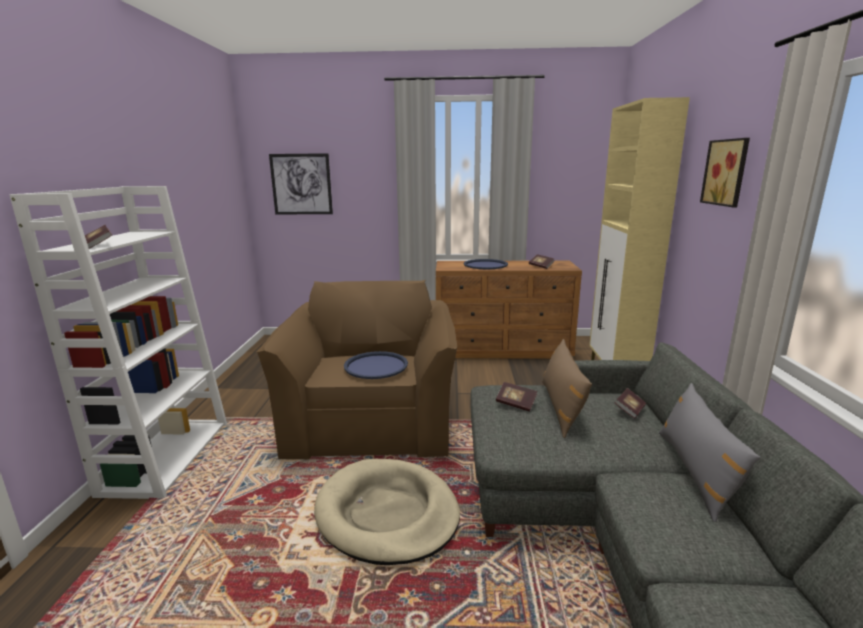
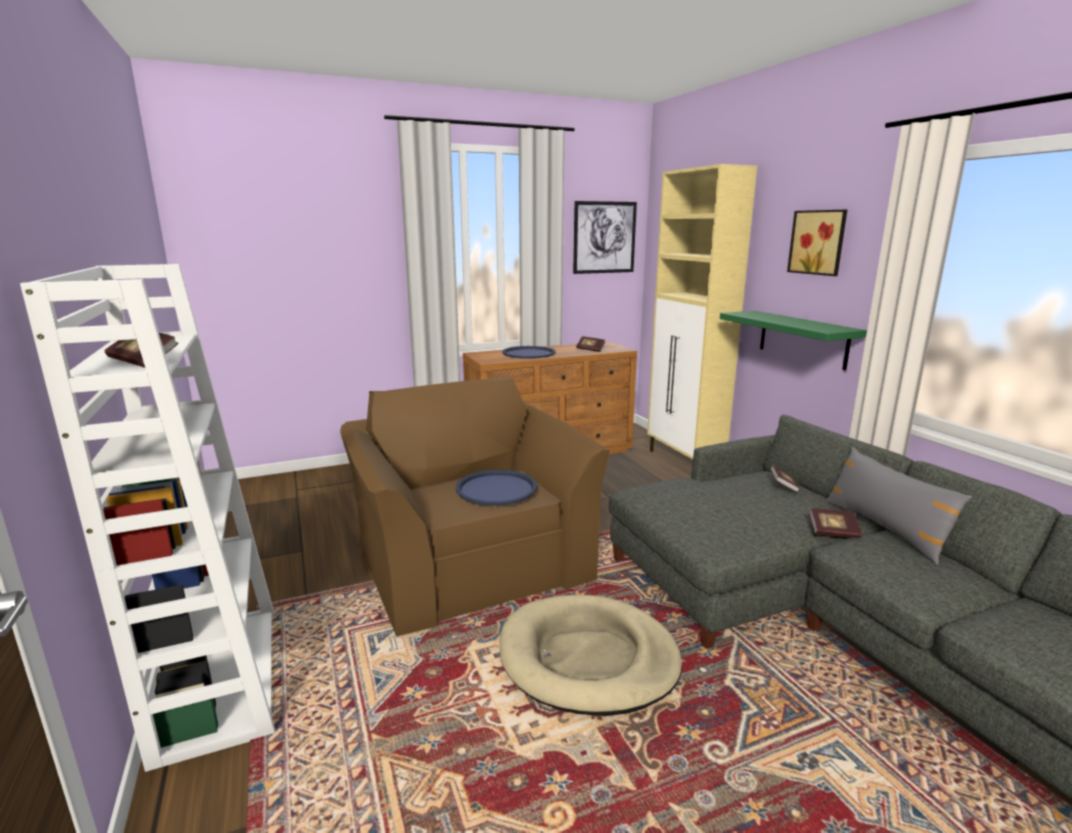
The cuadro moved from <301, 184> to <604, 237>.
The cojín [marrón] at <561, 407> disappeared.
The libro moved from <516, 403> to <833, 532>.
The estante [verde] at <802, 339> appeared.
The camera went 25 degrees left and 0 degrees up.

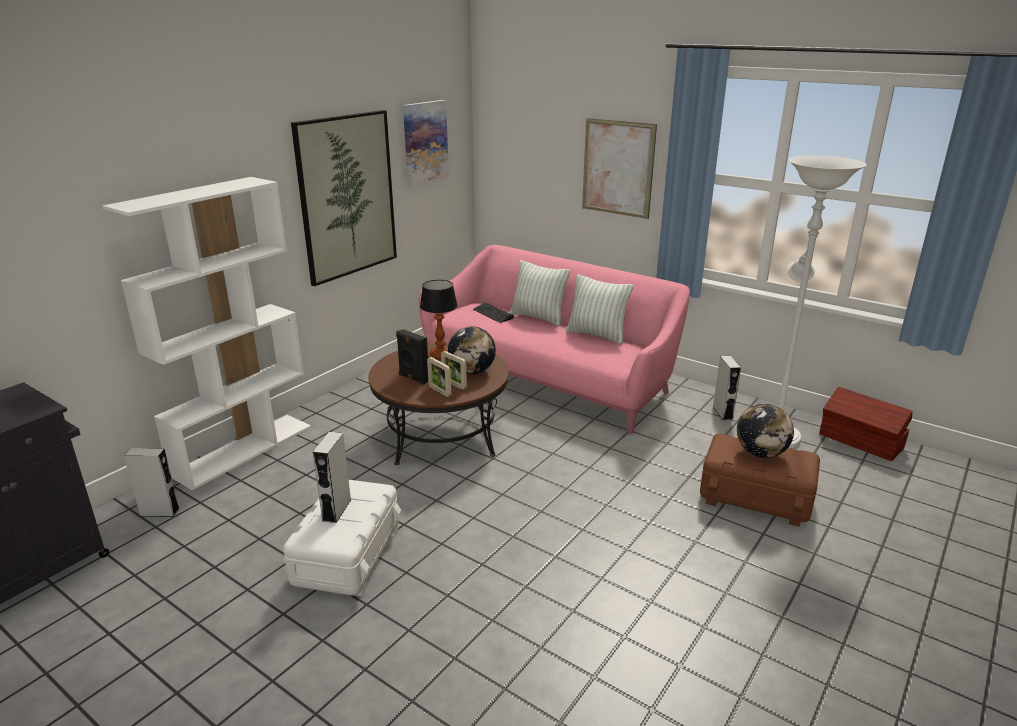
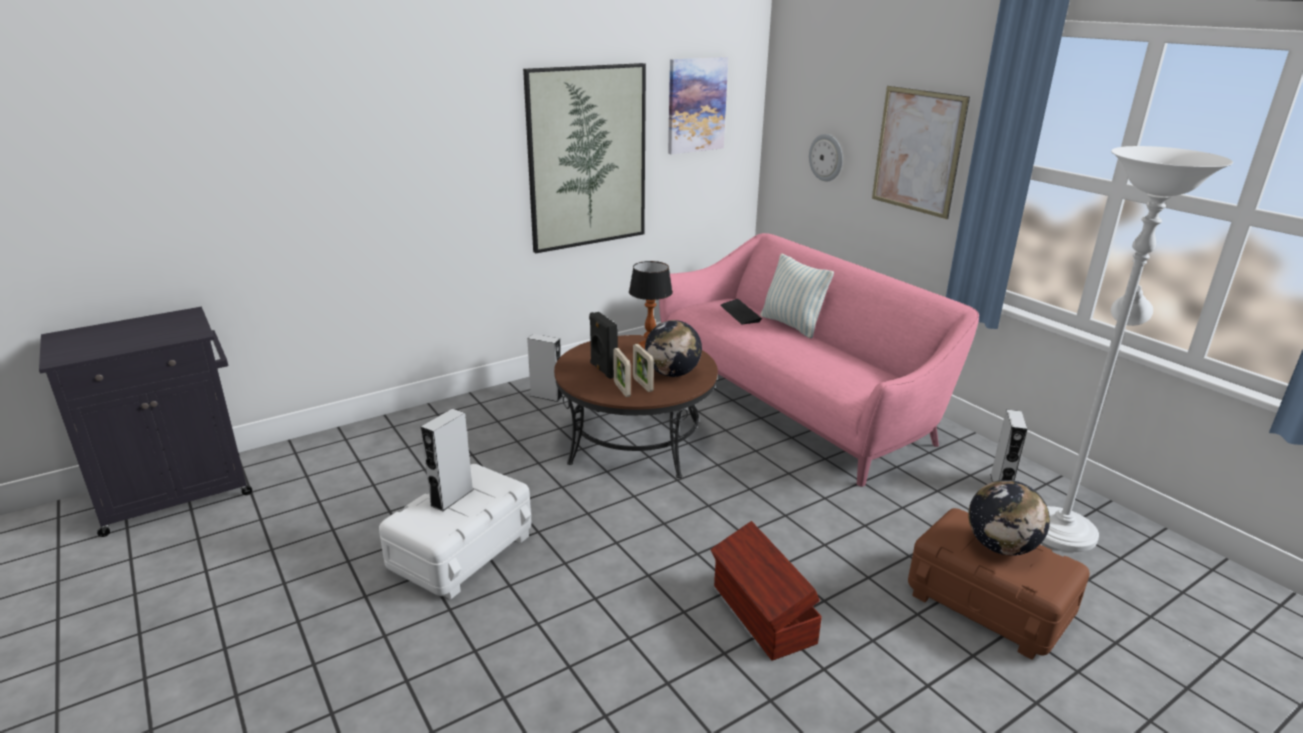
The estantería [blanco] at <243, 449> disappeared.
The cojín at <597, 335> disappeared.
The caja de almacenaje [marrón] moved from <861, 442> to <762, 615>.
The altavoz [gris] moved from <159, 512> to <546, 396>.
The reloj de pared at <826, 157> appeared.
The camera went 20 degrees right and 0 degrees up.

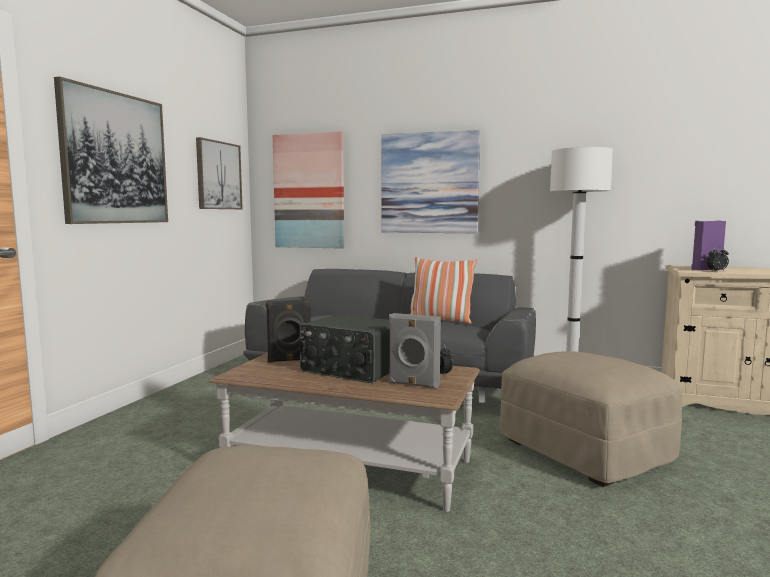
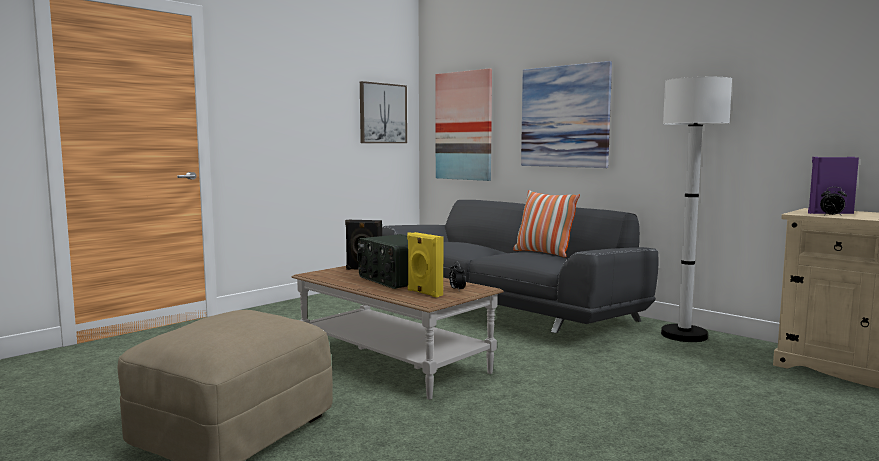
The cuadro at <115, 158> disappeared.
The altavoz [gris] at <413, 384> became the altavoz [amarillo] at <424, 293>.
The puf [beis] at <585, 451> disappeared.
The camera went 25 degrees right and 0 degrees up.

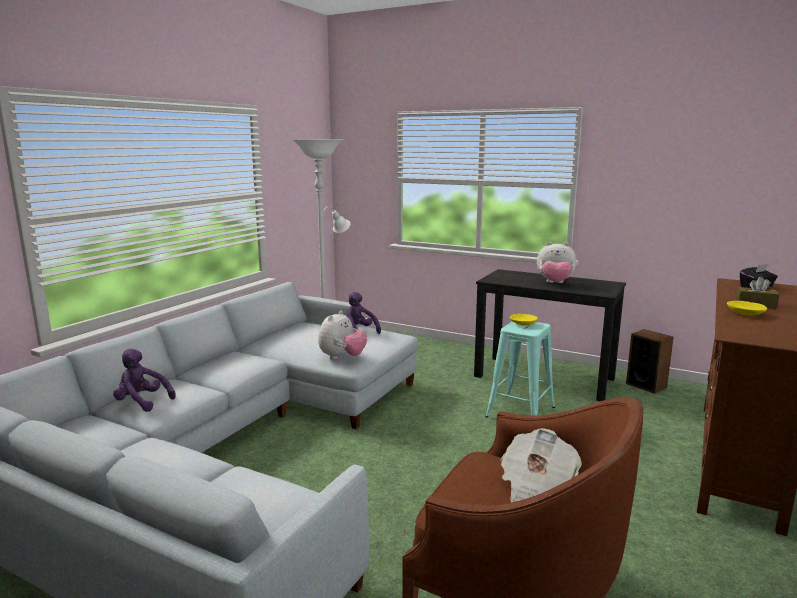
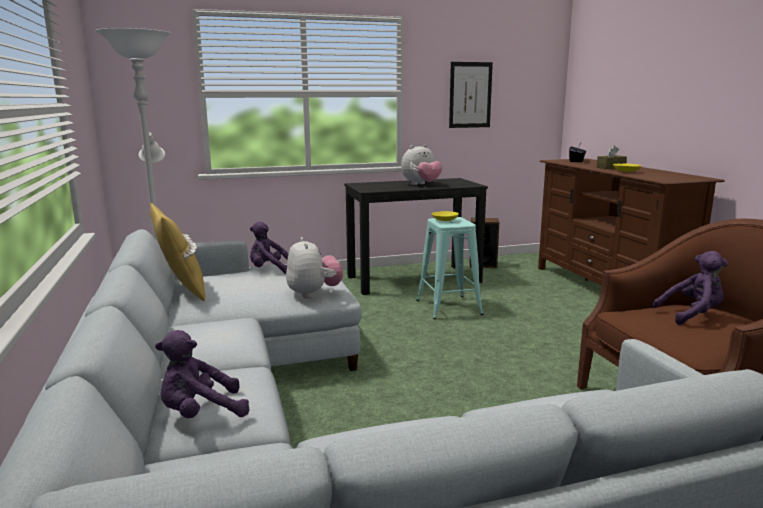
The periódico at <536, 489> was replaced by the peluche [morado] at <692, 315>.
The cuadro at <470, 95> appeared.
The cojín [amarillo] at <181, 290> appeared.
The camera went 45 degrees left and 0 degrees up.

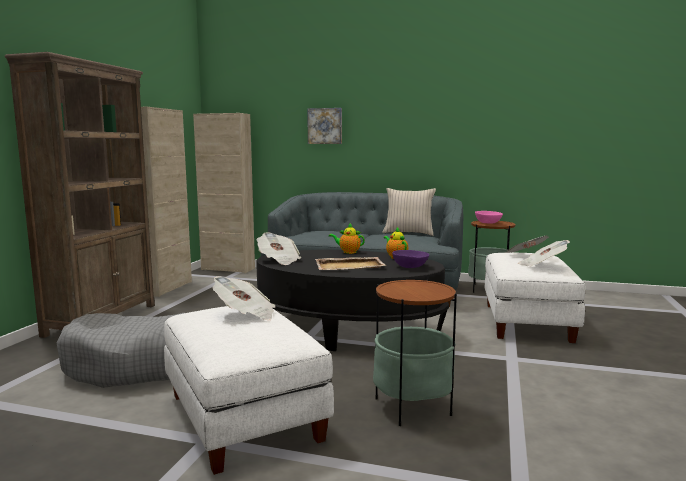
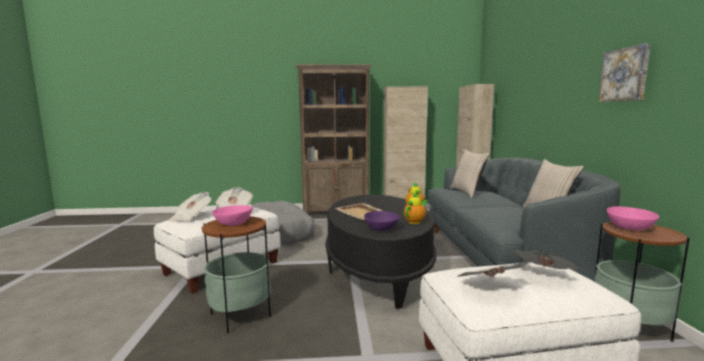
The cuadro moved from <325, 126> to <625, 74>.
The periódico moved from <279, 260> to <191, 217>.
The cojín [beis] at <467, 192> appeared.
The cuenco [rosa] at <233, 223> appeared.
The camera went 70 degrees right and 0 degrees up.

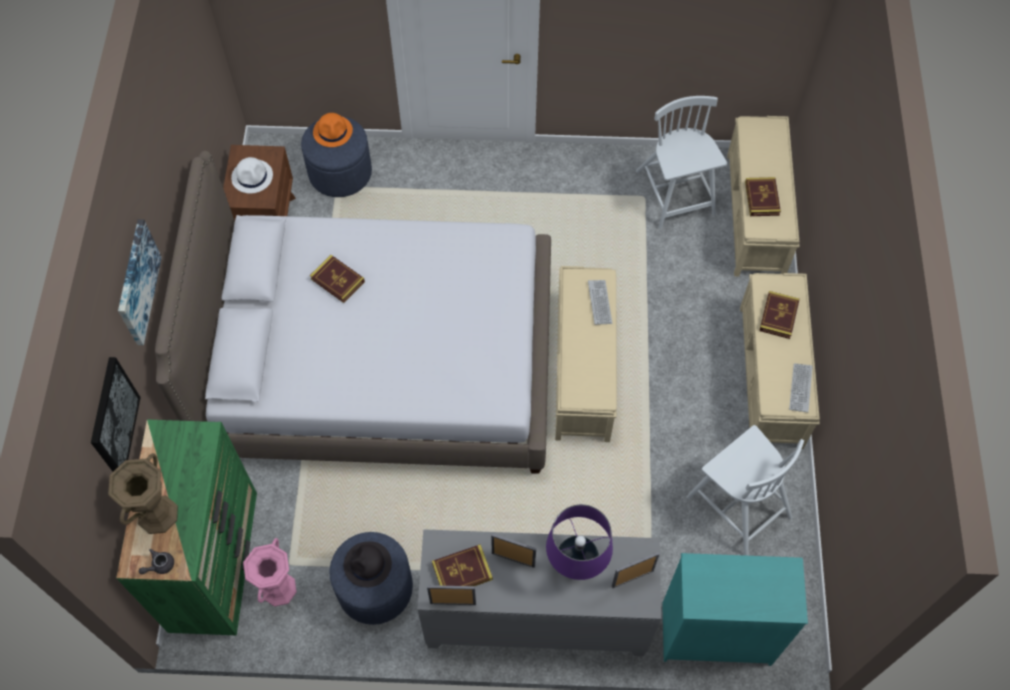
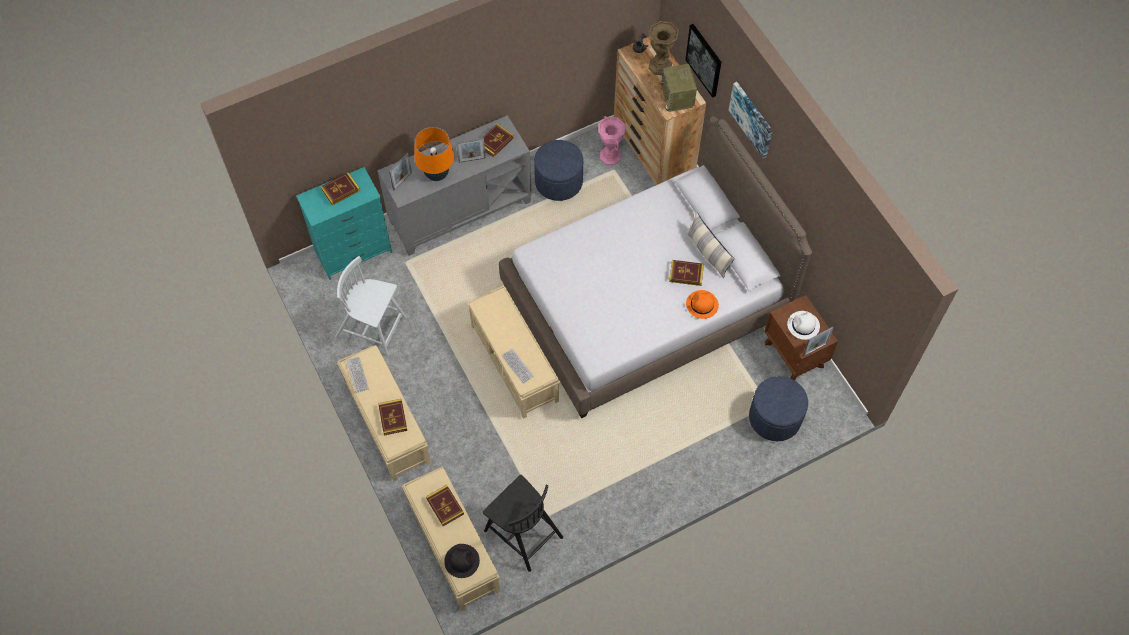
The silla [blanco] at <675, 194> became the silla [negro] at <522, 532>.
The sombrero [naranja] moved from <333, 131> to <701, 305>.
The cómoda [verde] at <216, 563> became the cómoda [marrón] at <653, 151>.
The lámpara de mesa [morado] at <576, 563> became the lámpara de mesa [naranja] at <437, 174>.
The sombrero [negro] moved from <367, 565> to <461, 561>.
The portarretratos moved from <453, 603> to <815, 349>.
The radio at <677, 97> appeared.
The libro at <340, 190> appeared.
The cojín at <708, 252> appeared.
The camera went 150 degrees right and 0 degrees up.

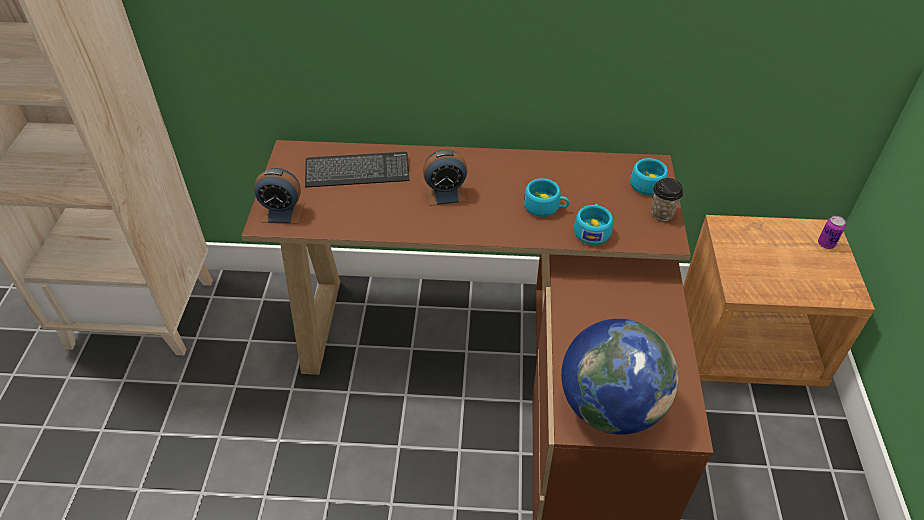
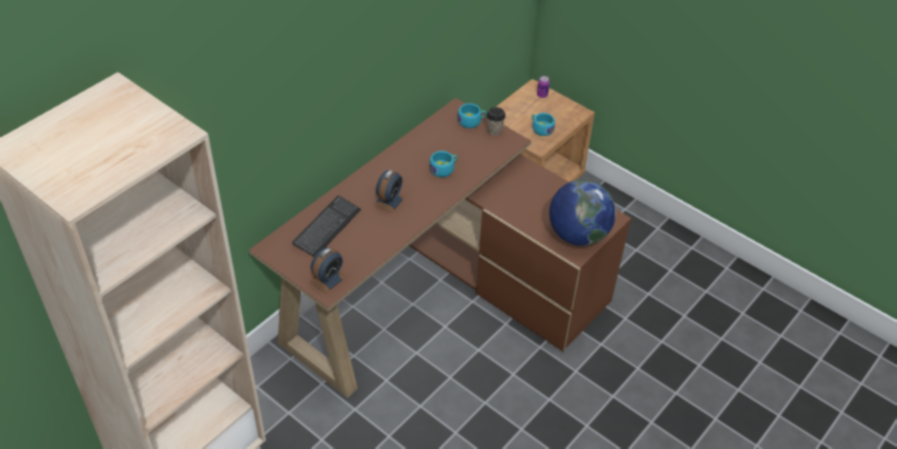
The taza [turquesa] moved from <592, 230> to <541, 128>.
The camera went 55 degrees left and 0 degrees up.

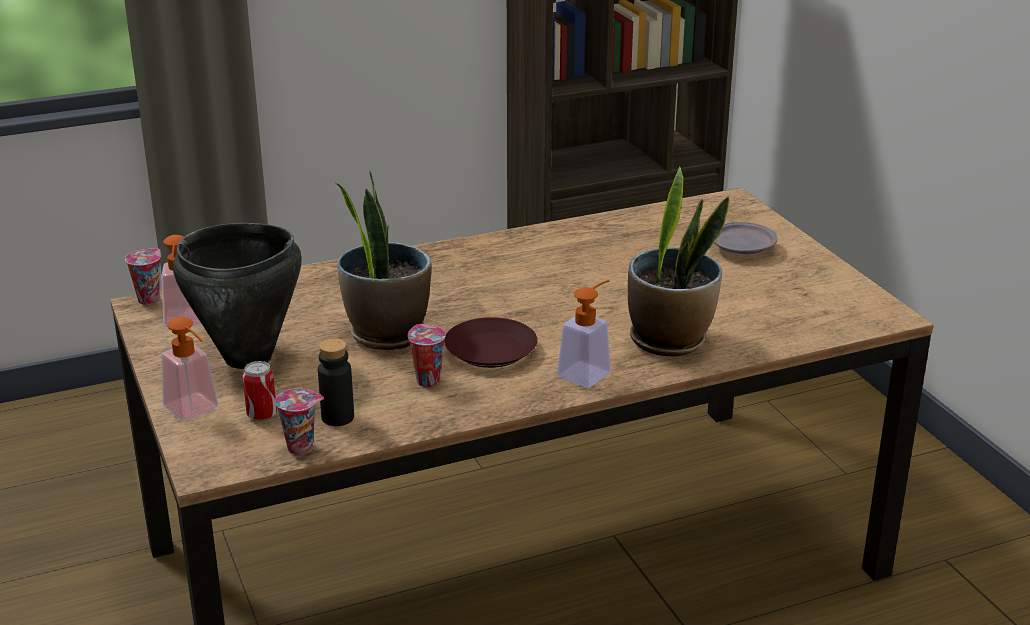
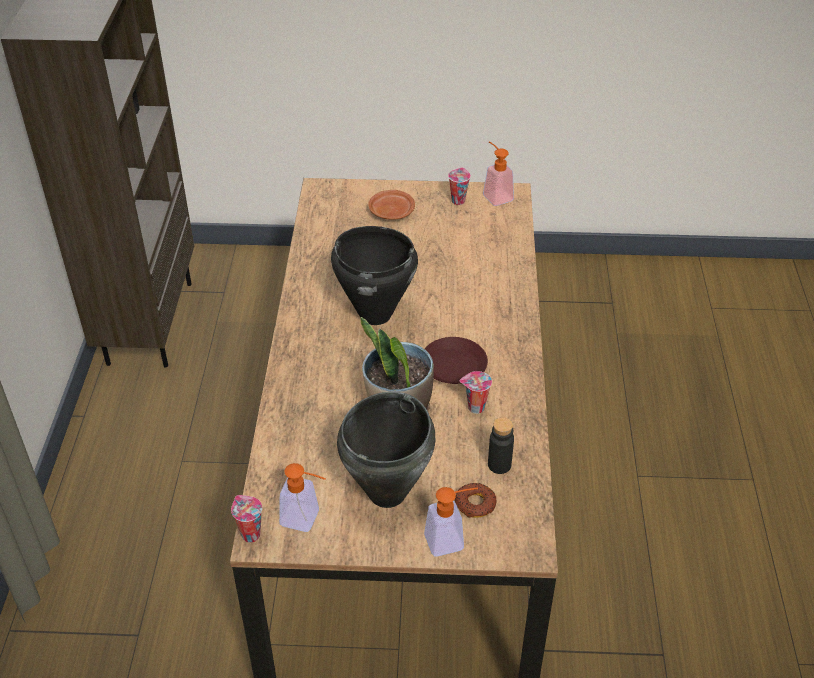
The planta en maceta at <670, 340> disappeared.
The plato [gris] at <742, 248> became the plato [marrón] at <391, 211>.
The dispensador de jabón moved from <589, 371> to <495, 195>.
The lata at <262, 415> was replaced by the rosquilla at <475, 504>.
The taza moved from <302, 447> to <458, 200>.
The olla [negro] at <375, 314> appeared.
The camera went 65 degrees left and 15 degrees up.

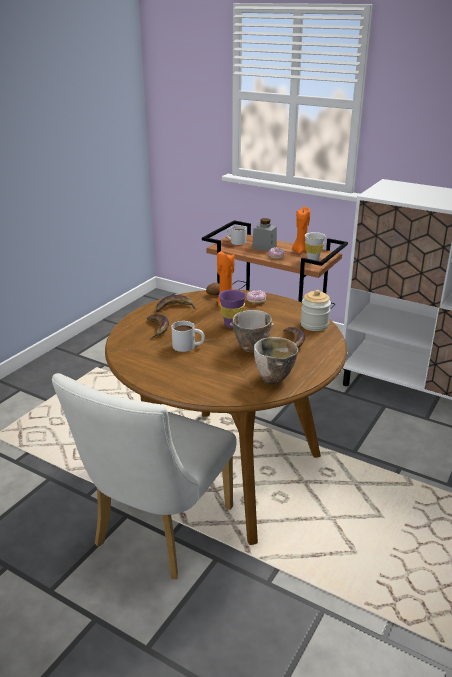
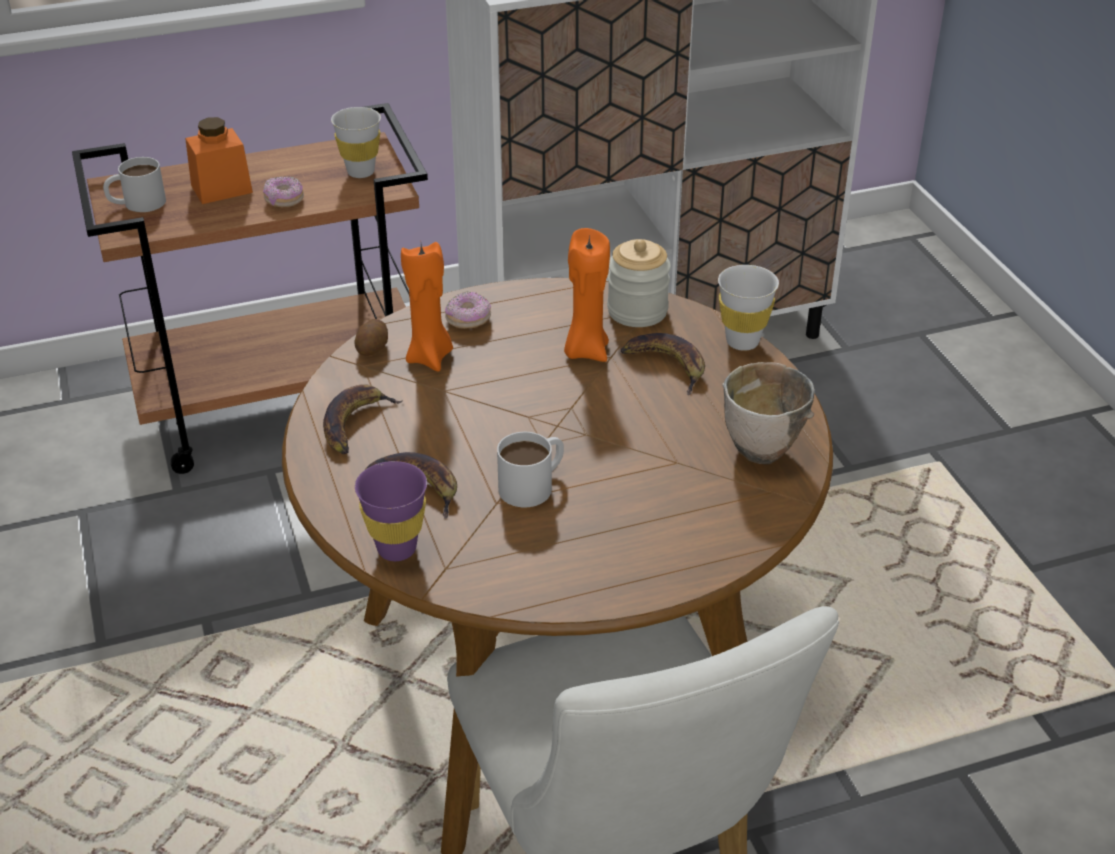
The vela [naranja] moved from <300, 251> to <585, 351>.
The tarro [gris] at <264, 247> became the tarro [naranja] at <221, 189>.
The taza [morado] moved from <232, 325> to <396, 549>.
The cuenco at <250, 349> disappeared.
The taza [blanco] at <742, 342> appeared.
The camera went 50 degrees left and 10 degrees up.

